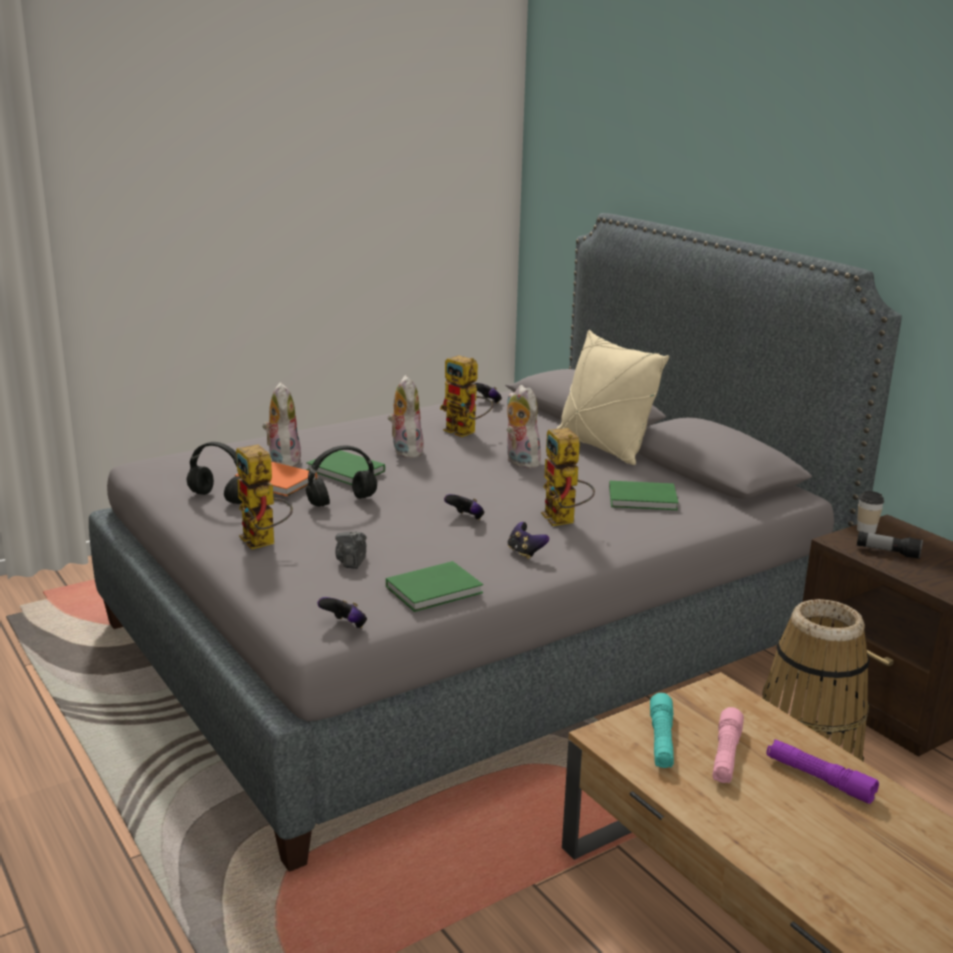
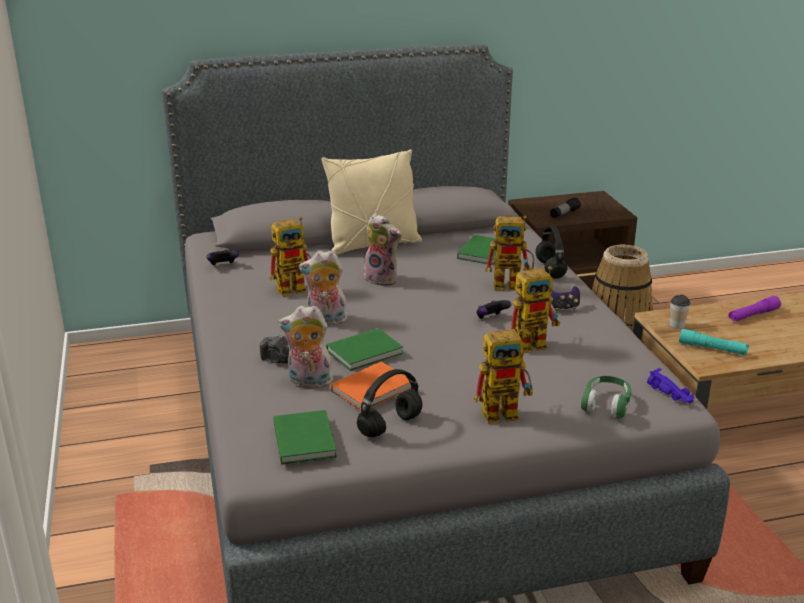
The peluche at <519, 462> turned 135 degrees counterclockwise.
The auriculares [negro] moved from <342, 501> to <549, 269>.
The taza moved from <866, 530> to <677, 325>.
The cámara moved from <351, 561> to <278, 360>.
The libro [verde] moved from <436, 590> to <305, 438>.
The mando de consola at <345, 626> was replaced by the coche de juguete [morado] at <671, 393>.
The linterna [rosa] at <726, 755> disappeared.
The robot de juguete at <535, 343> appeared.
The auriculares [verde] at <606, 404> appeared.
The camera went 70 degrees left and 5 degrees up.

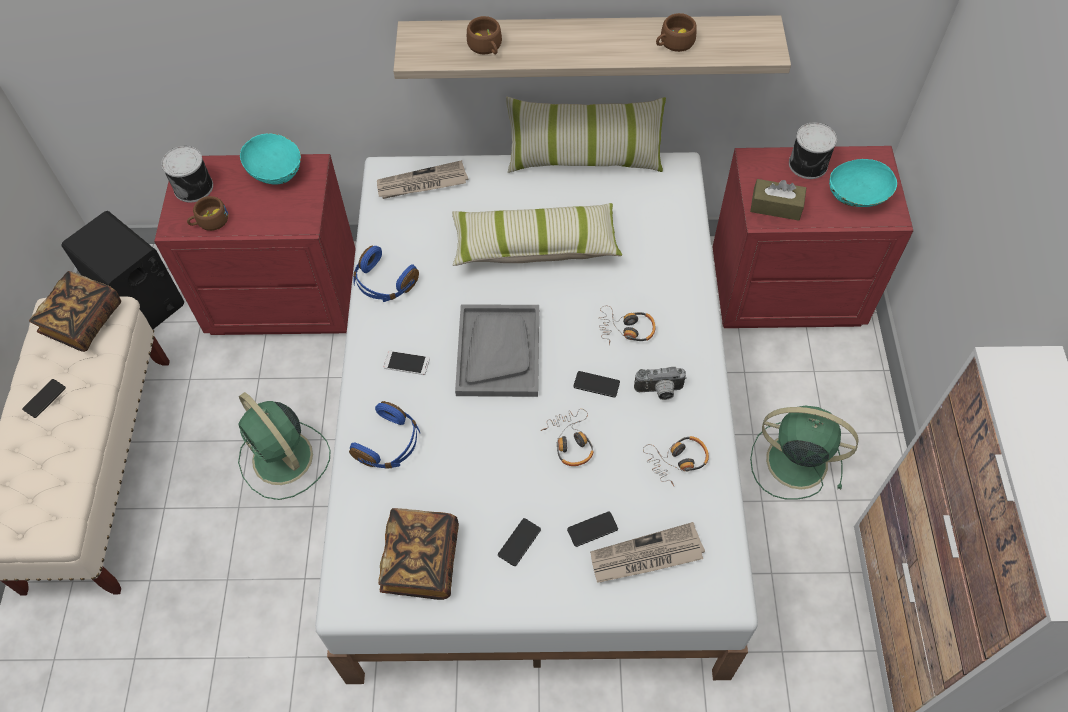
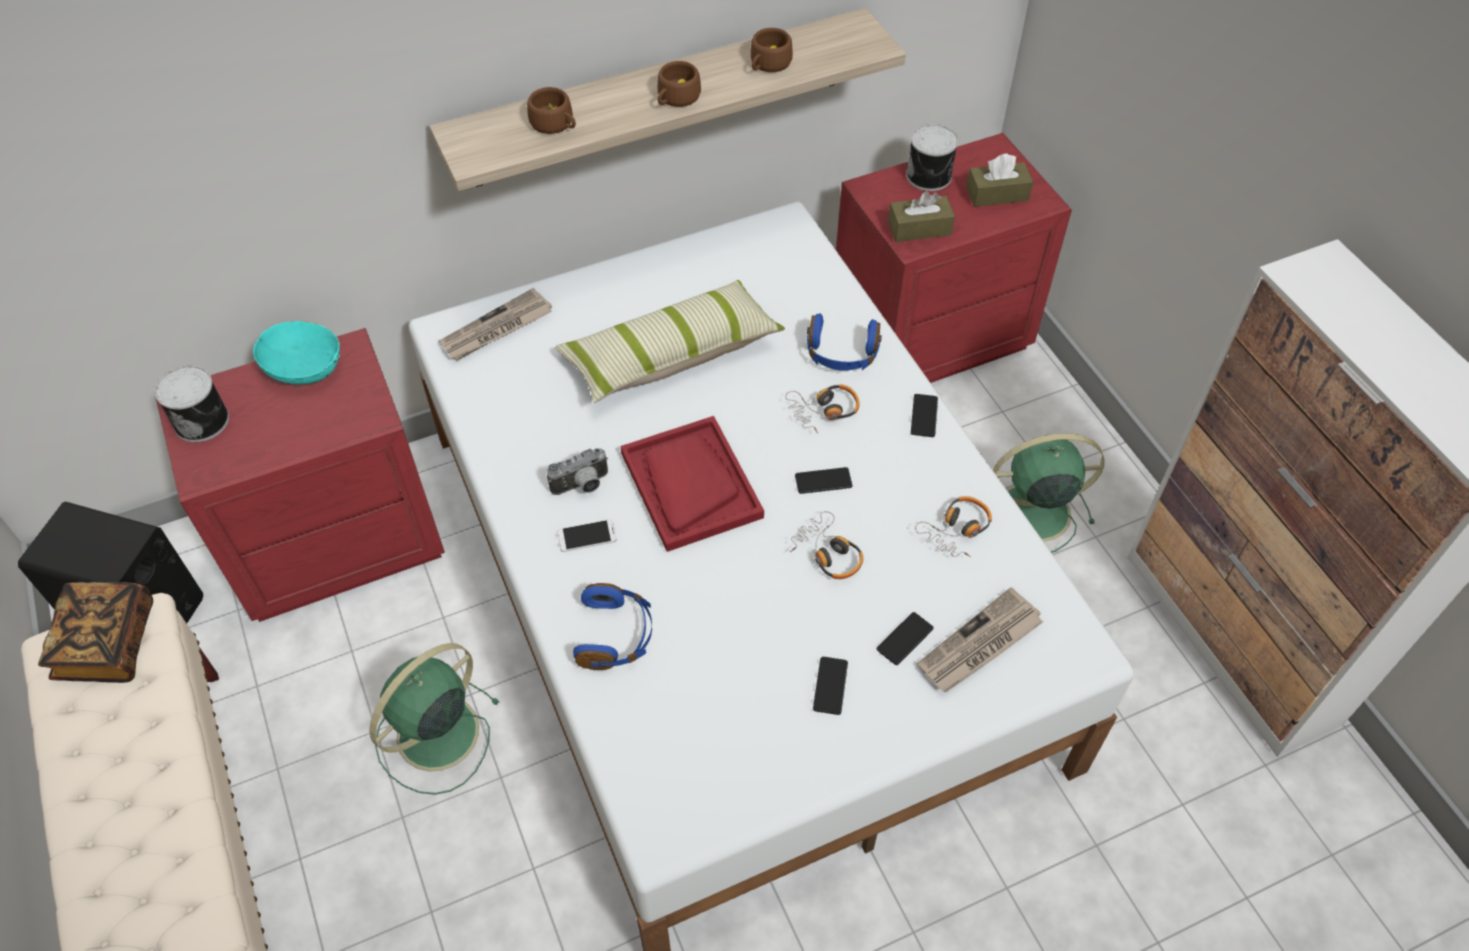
The cojín at <584, 159> disappeared.
The cuenco [turquesa] at <856, 197> was replaced by the caja de pañuelos [marrón] at <997, 194>.
The taza [marrón] moved from <209, 221> to <676, 98>.
The auriculares [azul] moved from <384, 283> to <841, 354>.
The bandeja [gris] at <498, 351> became the bandeja [rojo] at <690, 485>.
The cámara moved from <659, 392> to <582, 486>.
The móvil moved from <44, 398> to <924, 416>.
The ventilador [verde] at <284, 459> turned 105 degrees clockwise.
The libro at <421, 561> disappeared.
The camera went 25 degrees left and 5 degrees down.

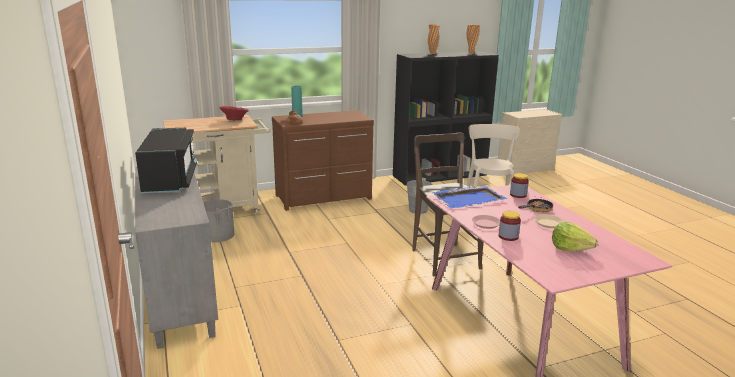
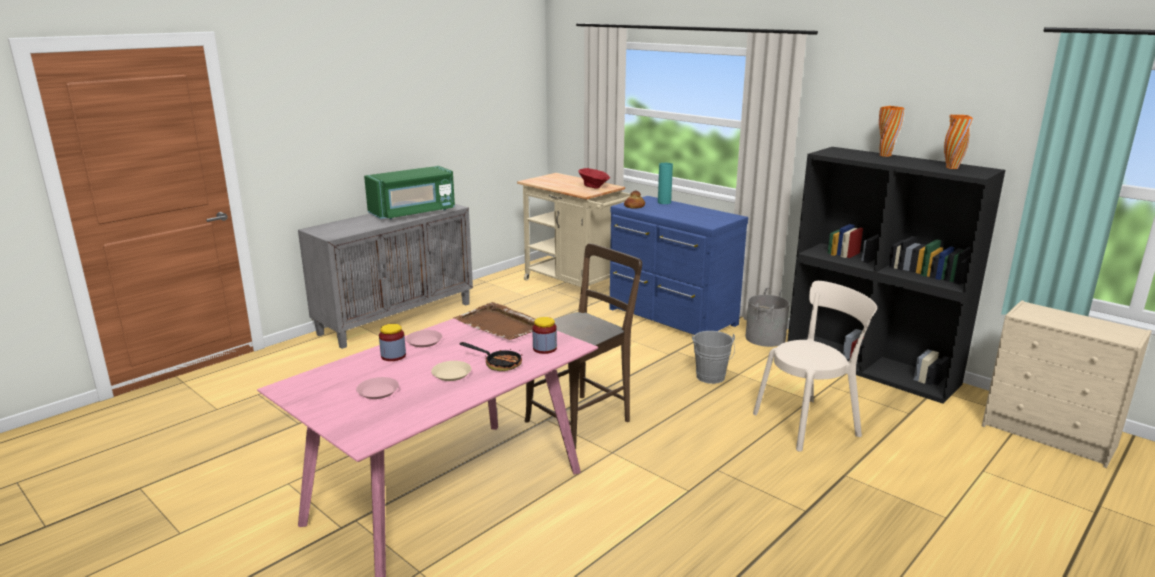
The cómoda [marrón] at <324, 197> became the cómoda [azul] at <671, 318>.
The microondas [negro] at <170, 180> became the microondas [verde] at <413, 213>.
The bandeja [azul] at <469, 199> became the bandeja [marrón] at <500, 325>.
The cubo [gris] moved from <217, 235> to <764, 338>.
The lechuga at <570, 248> was replaced by the plato [rosa] at <378, 391>.
The camera went 65 degrees right and 0 degrees up.

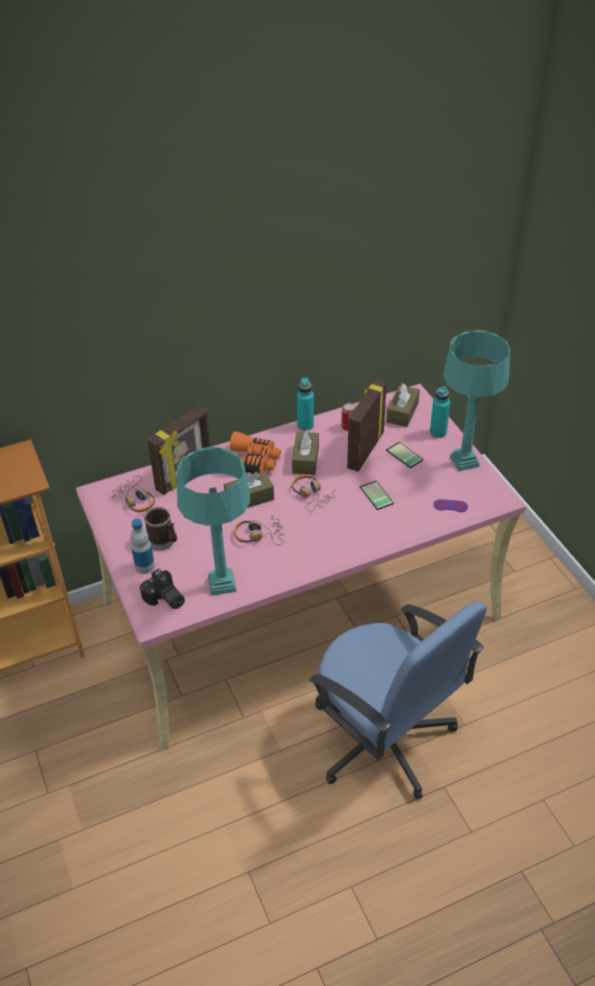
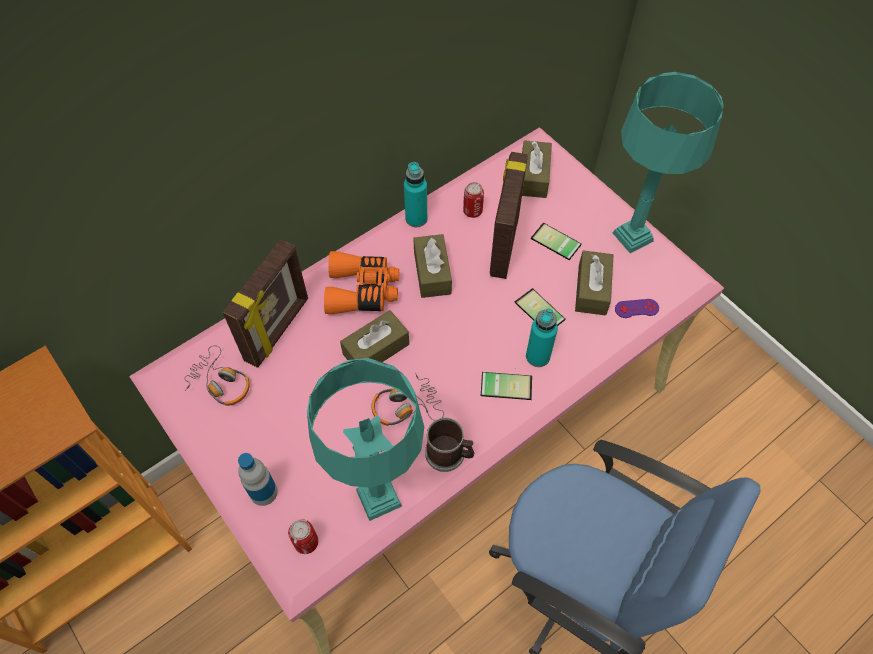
The botella [turquesa] moved from <438, 432> to <537, 356>.
The auriculares at <311, 495> disappeared.
The taza grande moved from <163, 541> to <449, 454>.
The cámara at <164, 599> was replaced by the lata at <306, 542>.
The caja de pañuelos [marrón] at <592, 289> appeared.
The móvil at <506, 383> appeared.
The camera went 15 degrees left and 15 degrees up.

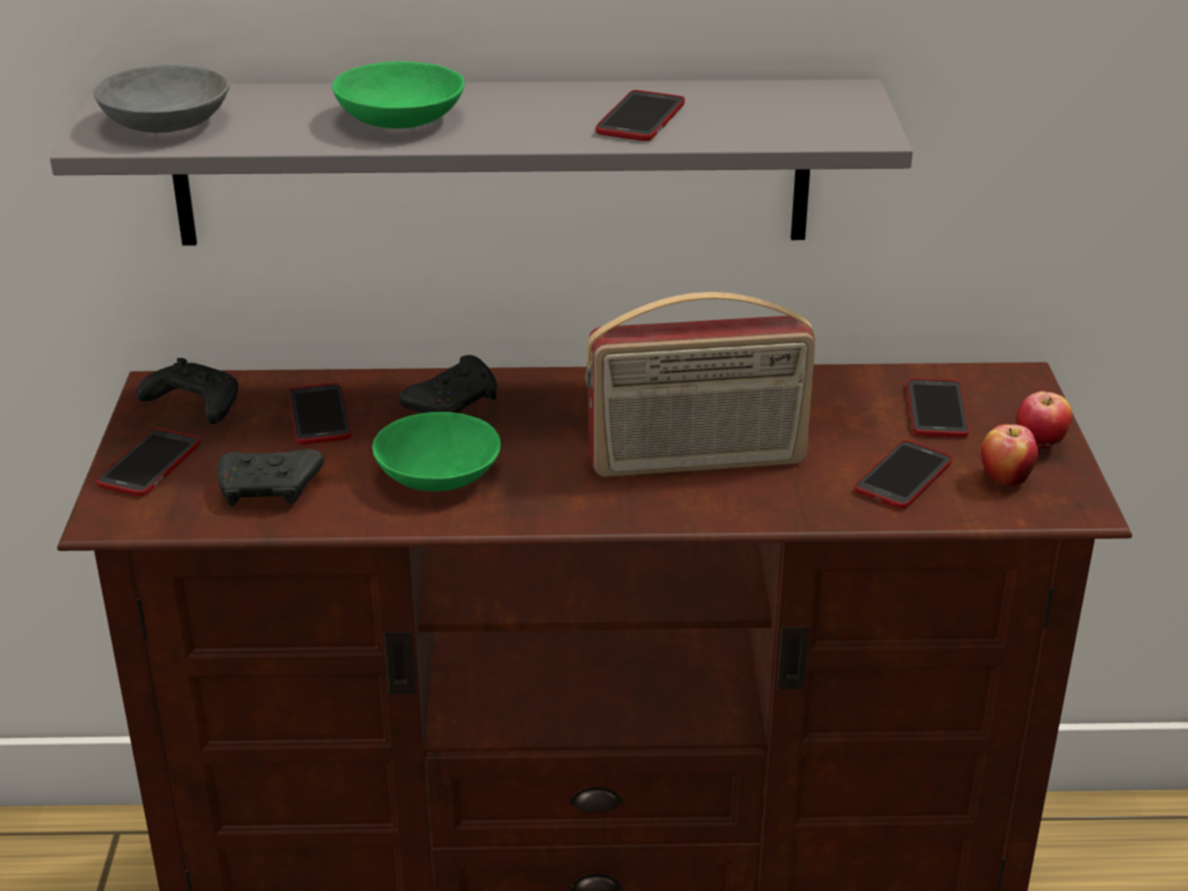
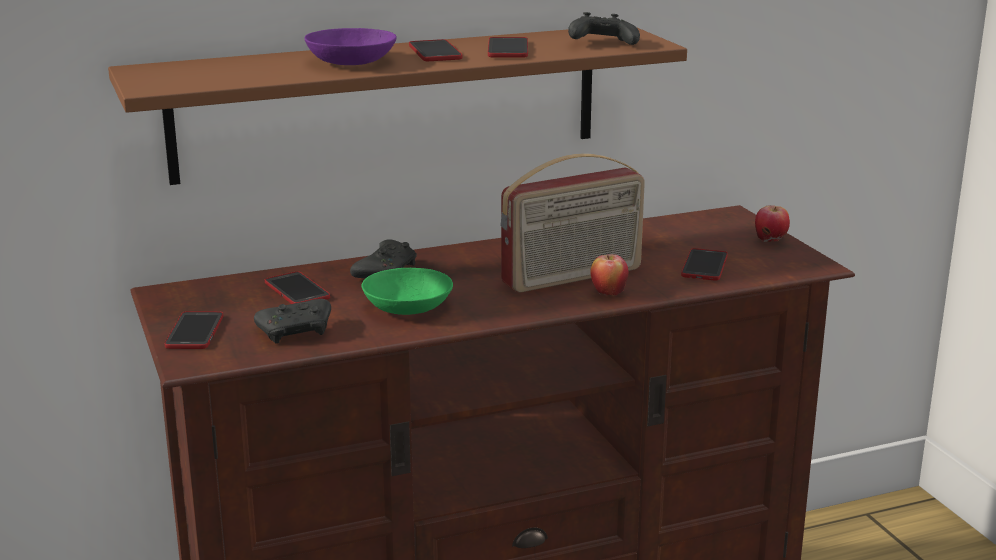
The cuenco [verde] at <402, 119> became the cuenco [morado] at <353, 62>.
The cuenco [gris] at <167, 123> disappeared.
The estante [gris] at <492, 162> became the estante [marrón] at <388, 102>.
The mando de consola [negro] moved from <193, 406> to <601, 43>.
The móvil moved from <936, 410> to <435, 52>.
The manzana moved from <1004, 479> to <608, 294>.
The camera went 20 degrees left and 10 degrees down.

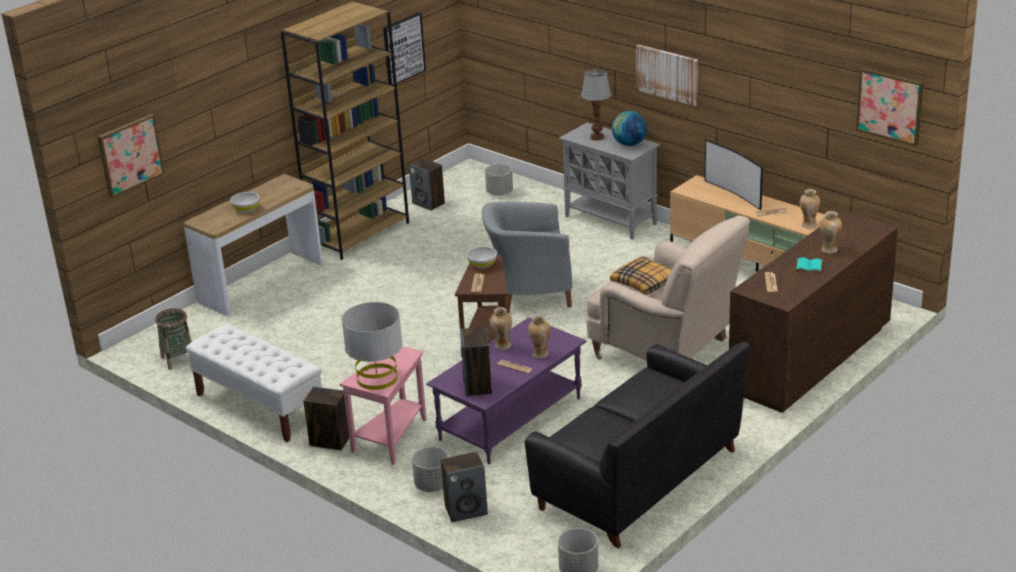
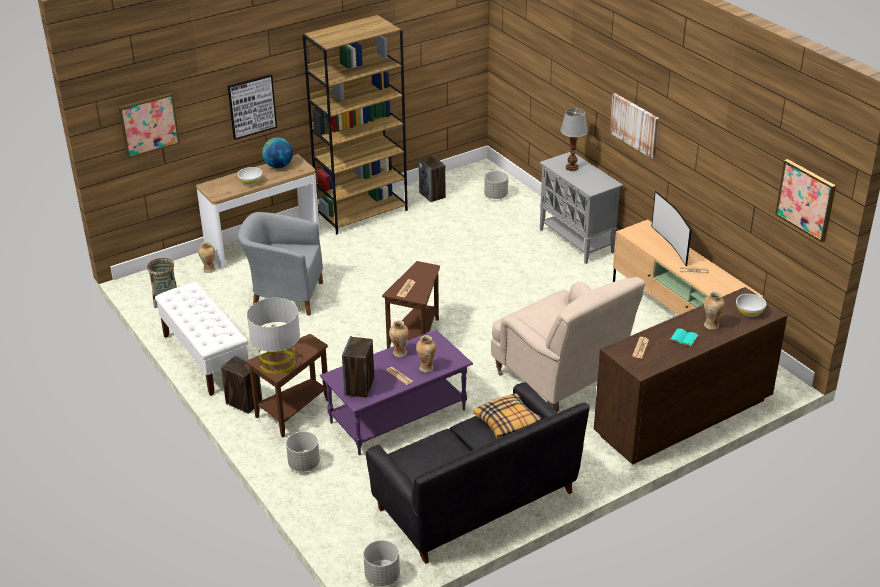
The cuadro moved from <403, 49> to <251, 106>.
The globo terráqueo moved from <629, 144> to <278, 166>.
The florero moved from <808, 225> to <209, 269>.
The sillón [gris] moved from <529, 294> to <284, 296>.
The cuenco [blanco] moved from <482, 264> to <749, 312>.
The cojín moved from <644, 282> to <507, 423>.
The mesa auxiliar [rosa] at <391, 440> became the mesa auxiliar [marrón] at <292, 413>.
The altavoz at <466, 510> disappeared.
The camera went 15 degrees right and 5 degrees up.

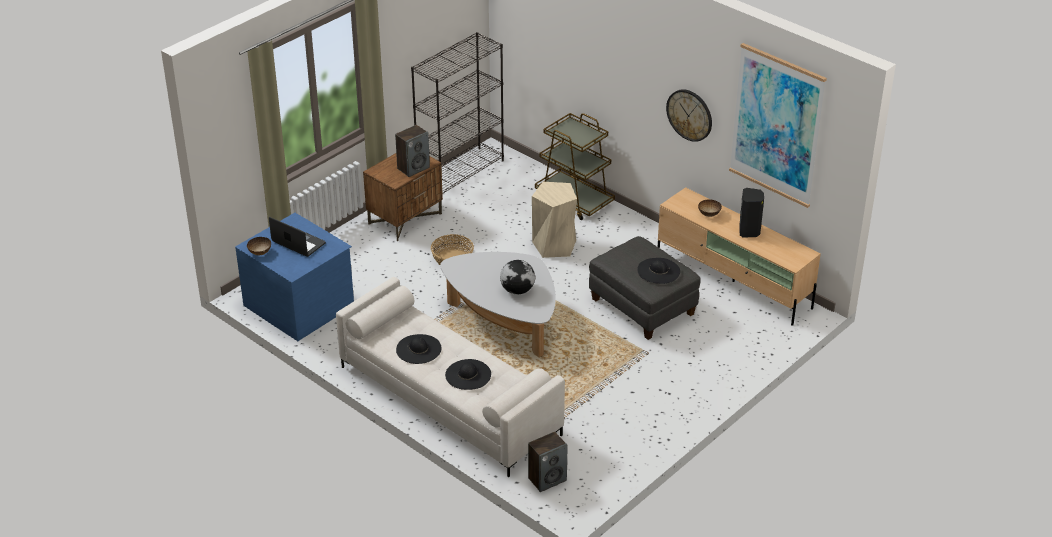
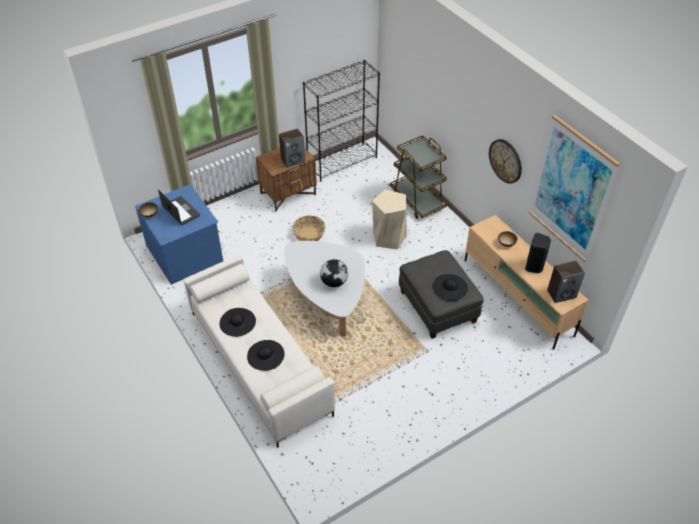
The altavoz moved from <547, 479> to <561, 294>.
The camera went 15 degrees right and 10 degrees up.

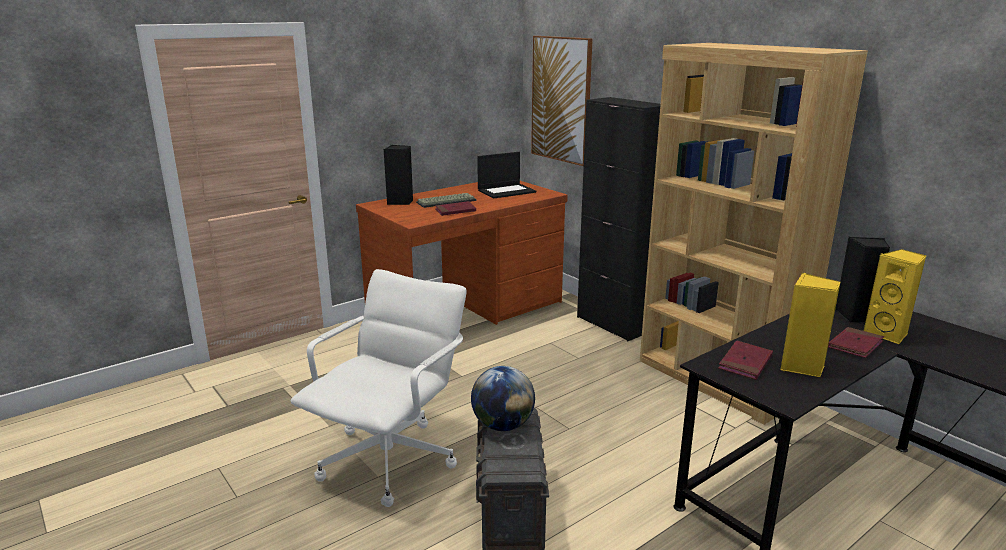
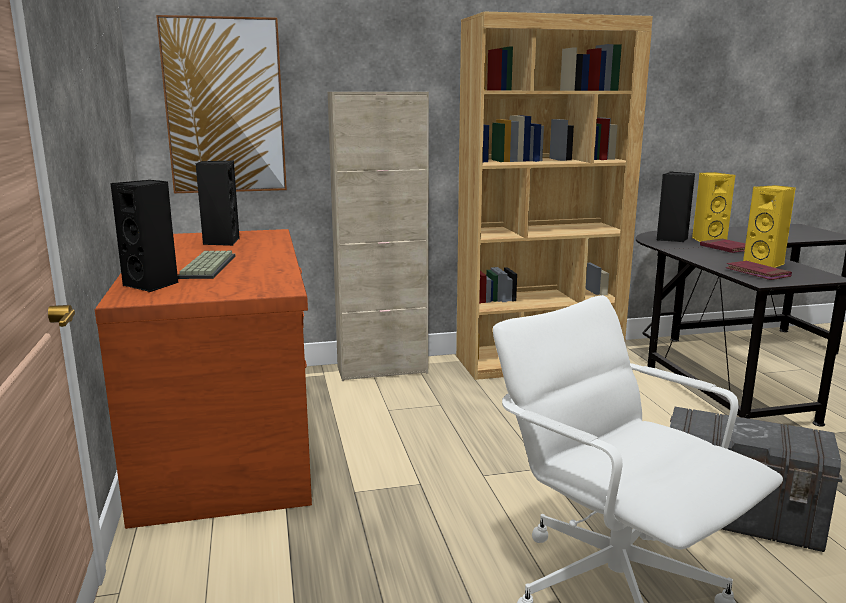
The armario [negro] at <612, 324> became the armario [beis] at <382, 370>.
The portátil at <506, 191> was replaced by the altavoz [negro] at <221, 242>.
The libro [rojo] at <455, 211> disappeared.
The globo terráqueo at <502, 425> disappeared.
The camera went 65 degrees left and 5 degrees down.

